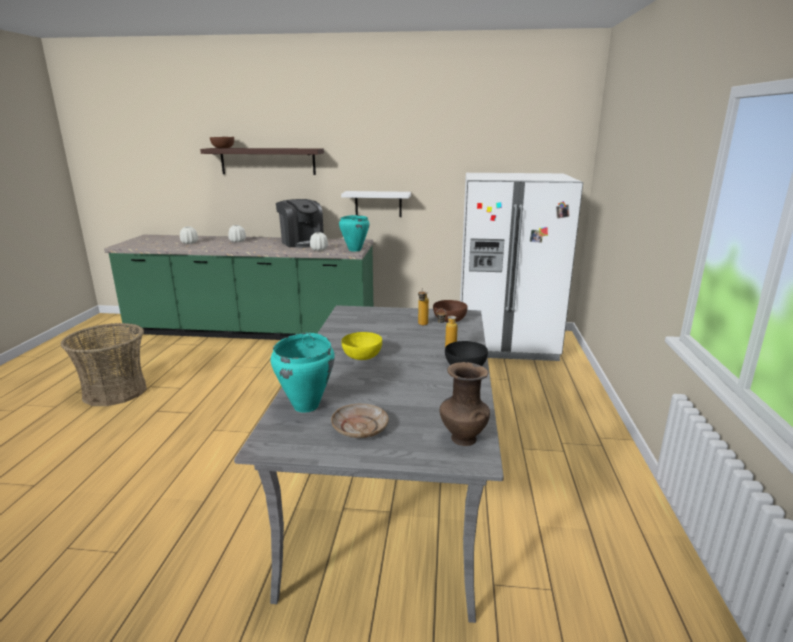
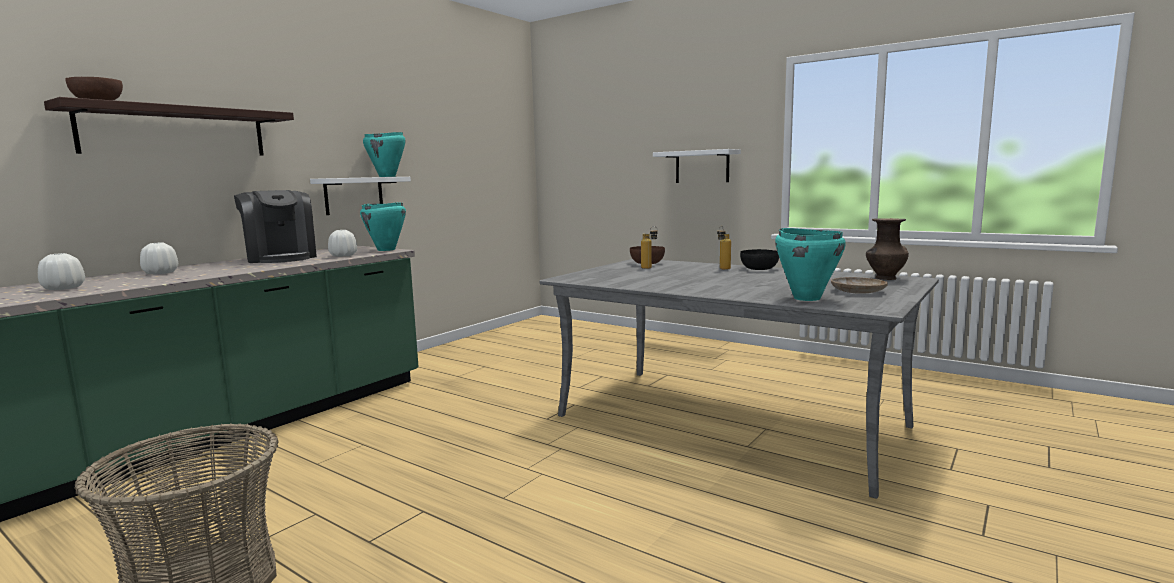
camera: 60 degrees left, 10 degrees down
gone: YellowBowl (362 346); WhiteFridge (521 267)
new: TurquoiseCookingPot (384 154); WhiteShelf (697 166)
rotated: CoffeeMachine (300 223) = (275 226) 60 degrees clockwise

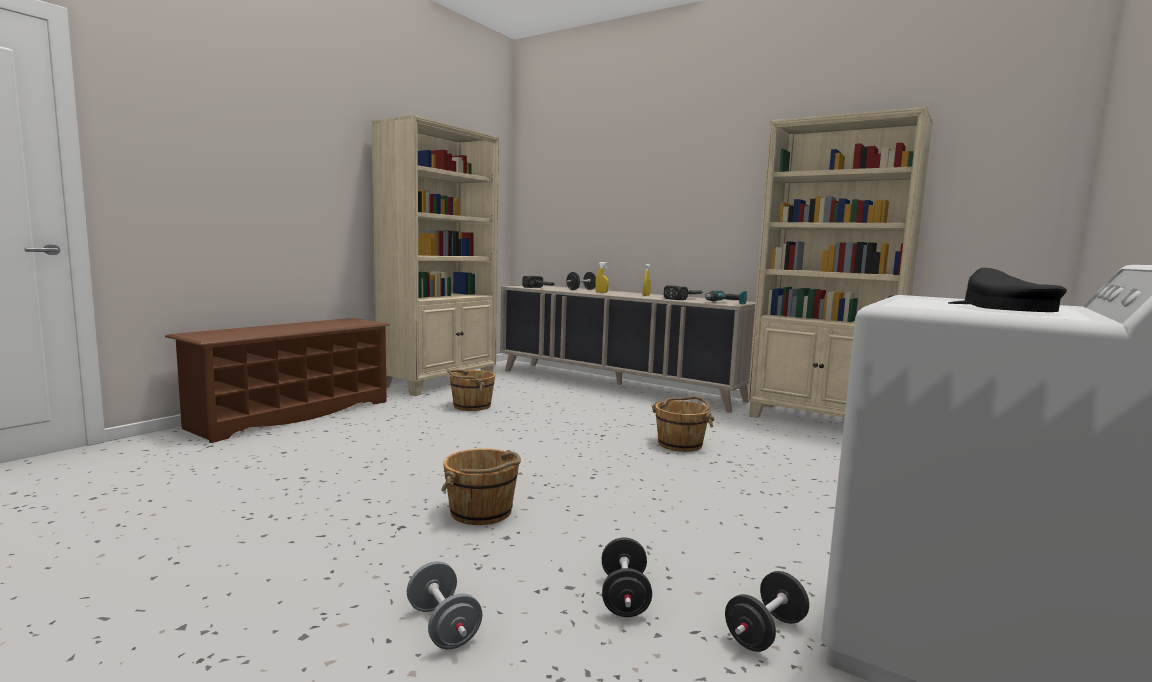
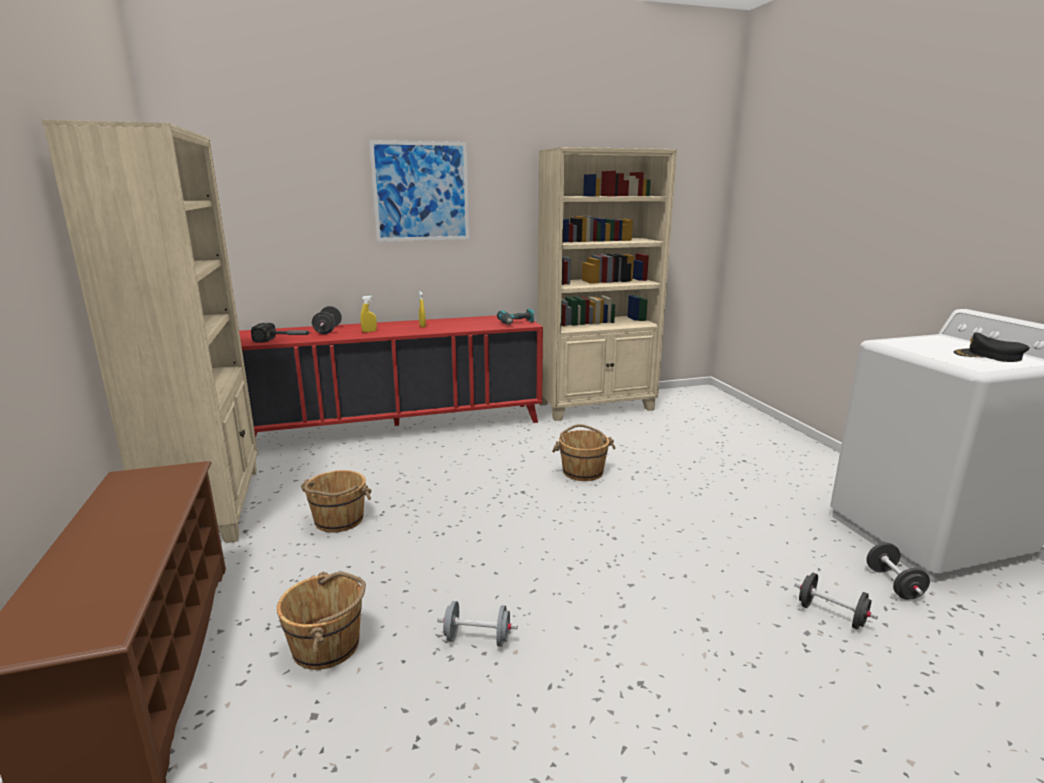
camera: 50 degrees left, 10 degrees up
gone: Hammer (683 293)
new: Picture (419 191)
shifted: GreyDumbbell (444 605) to (477 624); BrownBucket (481 487) to (321 621)
repainted: BeigeCabinet (627 349) to RedCabinet (391 376)

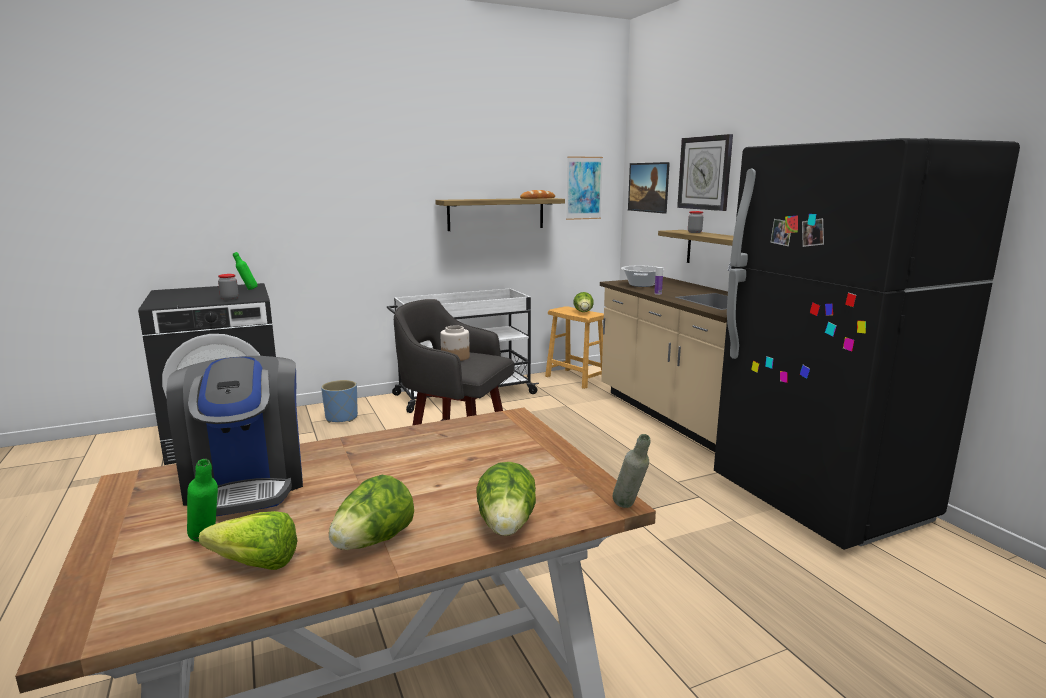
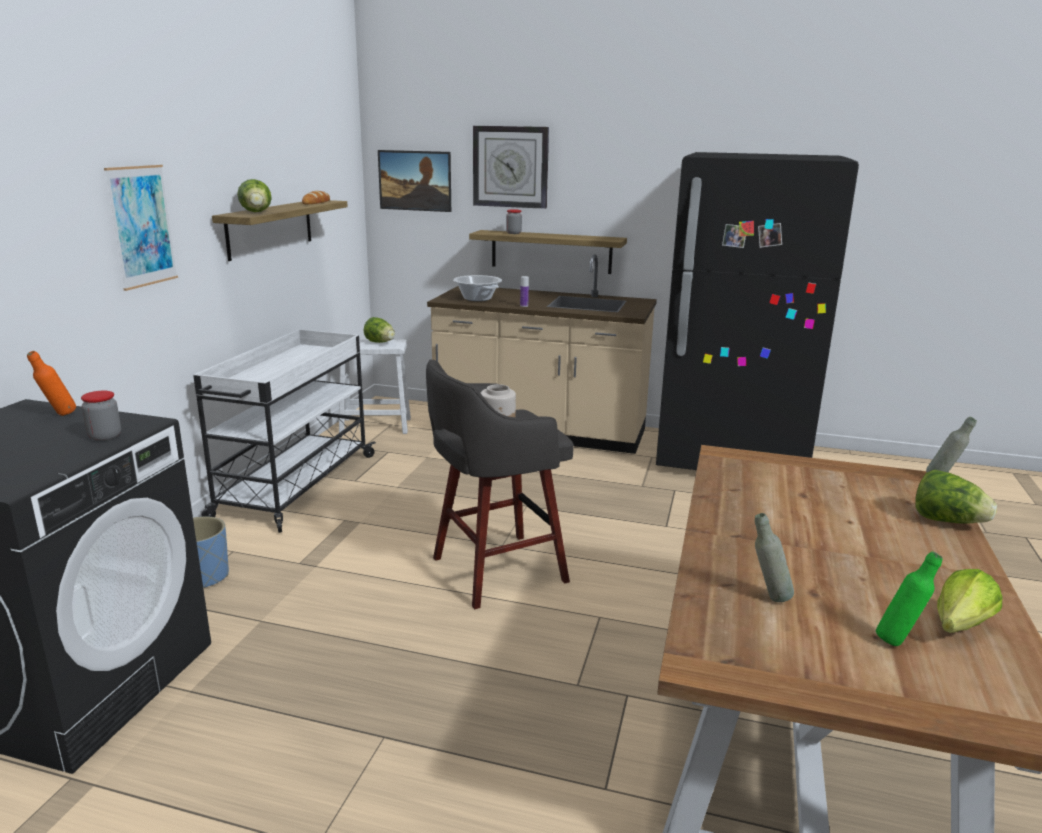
camera: 50 degrees left, 5 degrees up
shifted: Lettuce (371 512) to (254 195); Picture (584 188) to (141 228)
swapped: CoffeeMachine (234 436) to GreyBottle (774 557)
repainted: GreenBottle (245 271) to OrangeBottle (51 383); BrownStool (574 347) to WhiteStool (375 386)

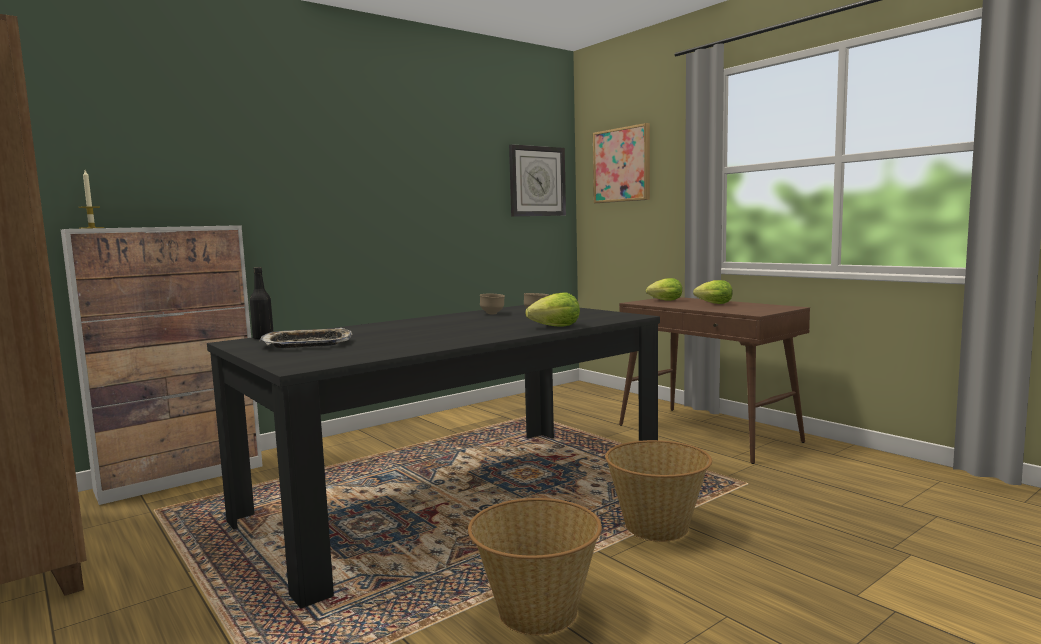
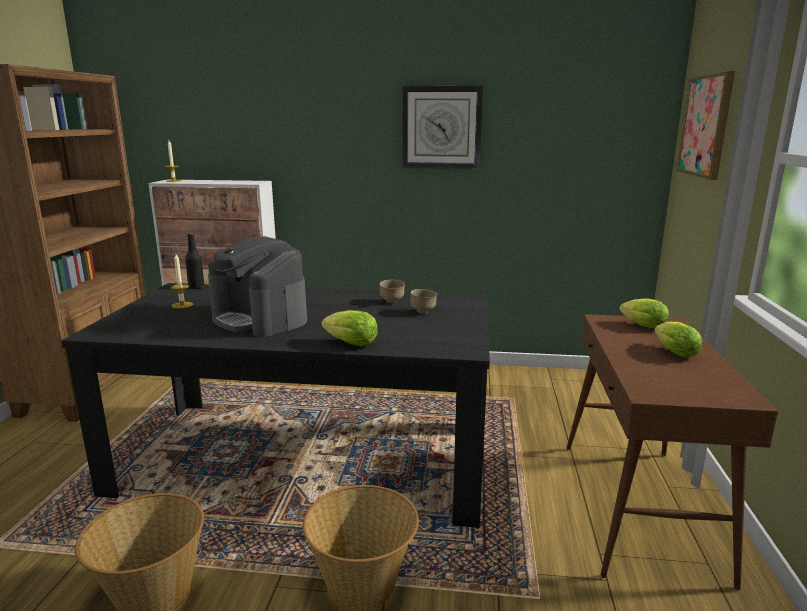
camera: 45 degrees right, 10 degrees up
new: CoffeeMachine (257 286)
shifted: WallClock (537 180) to (442 127)
swapped: Tray (306 338) to Candle (182 281)

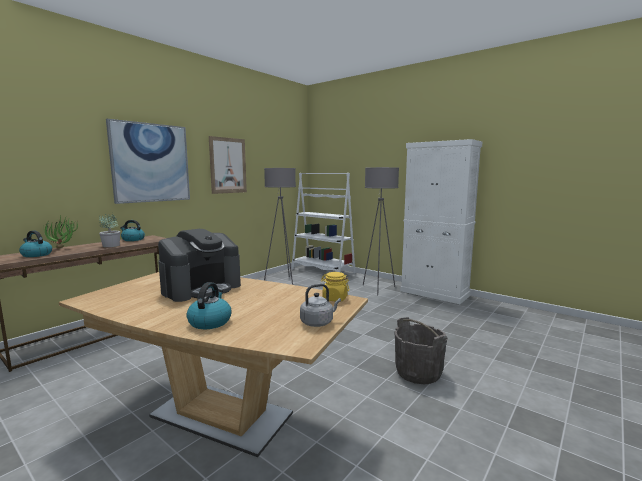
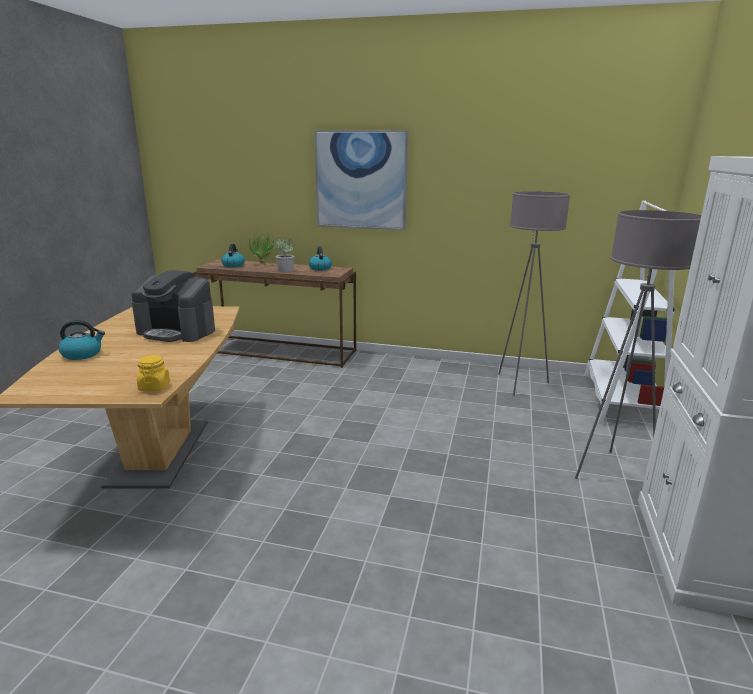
camera: 65 degrees right, 10 degrees up
gone: Picture (228 165); GreyKettle (320 305); GreyBucket (420 350)

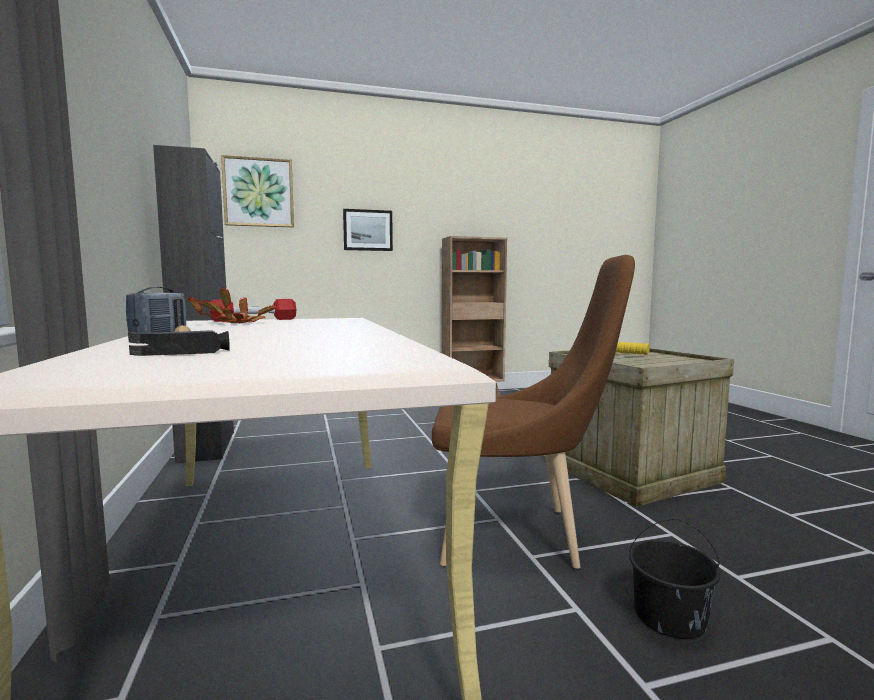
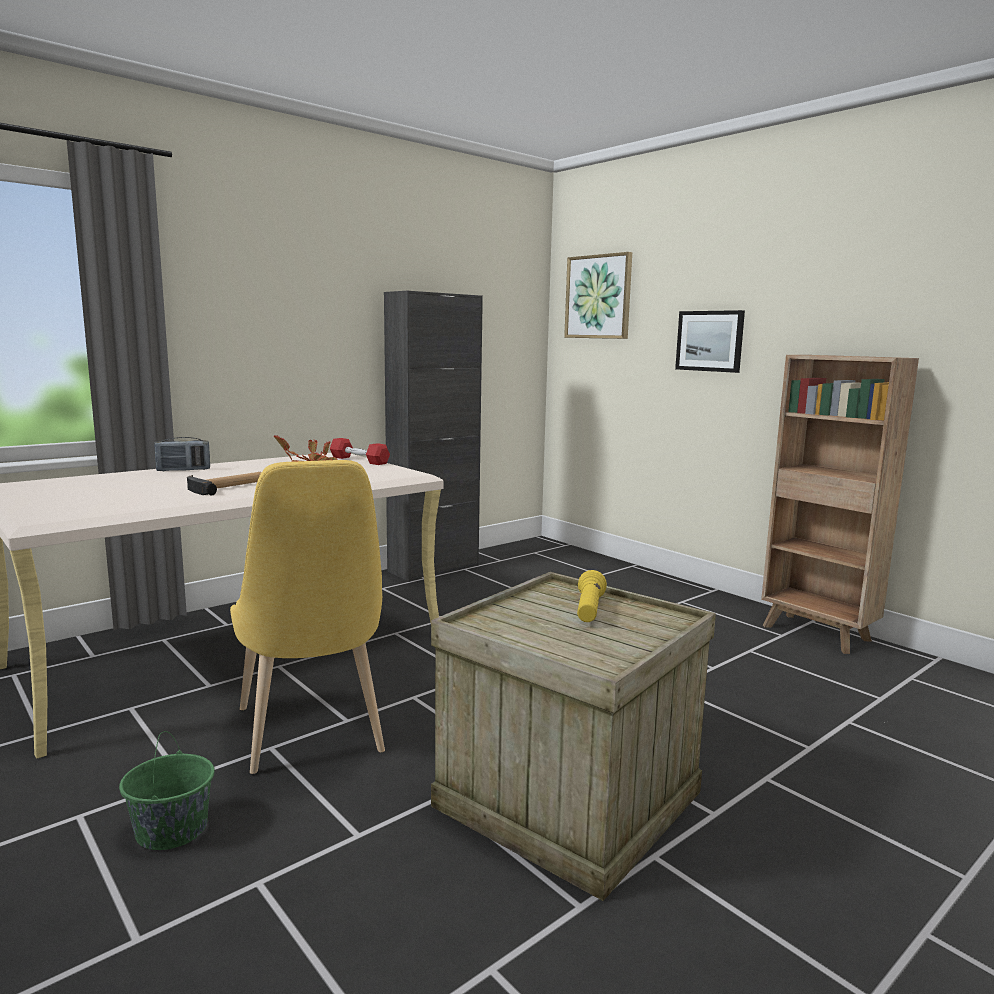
camera: 65 degrees right, 5 degrees up
shifted: Hammer (179 340) to (224 483)
repainted: BrownChair (533 412) to YellowChair (307 617); BlackBucket (675 579) to GreenBucket (167 790)

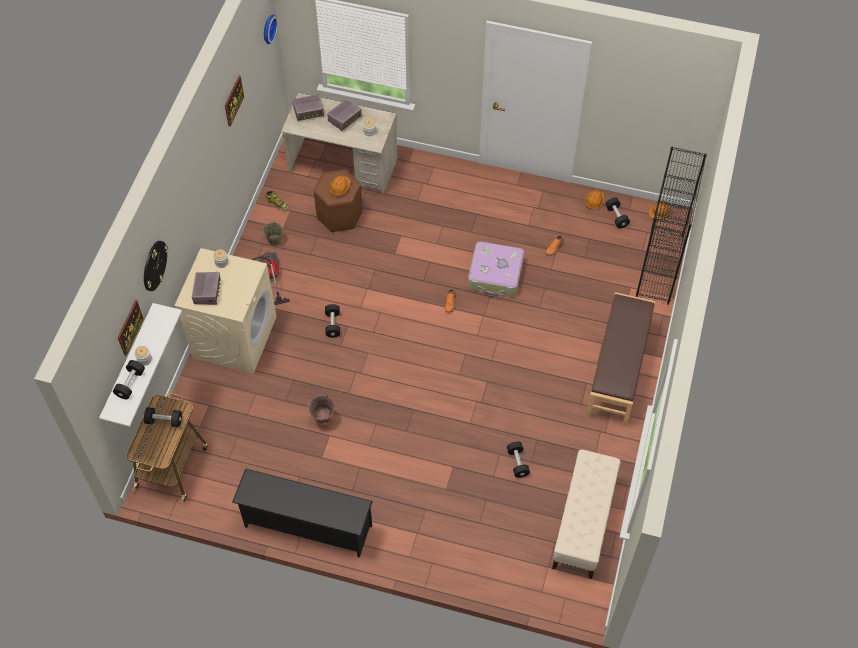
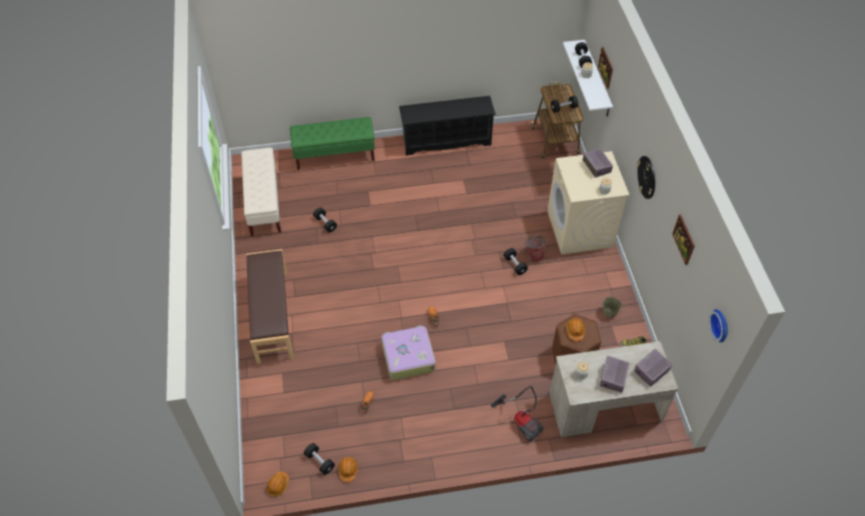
camera: 155 degrees right, 5 degrees down
gone: BlackBookcase (671 225)
new: GreenBench (332 143)
shifted: WallClock (156 266) to (646 177); VacuumCleaner (271 278) to (517 413); Bucket (321 409) to (536 248)

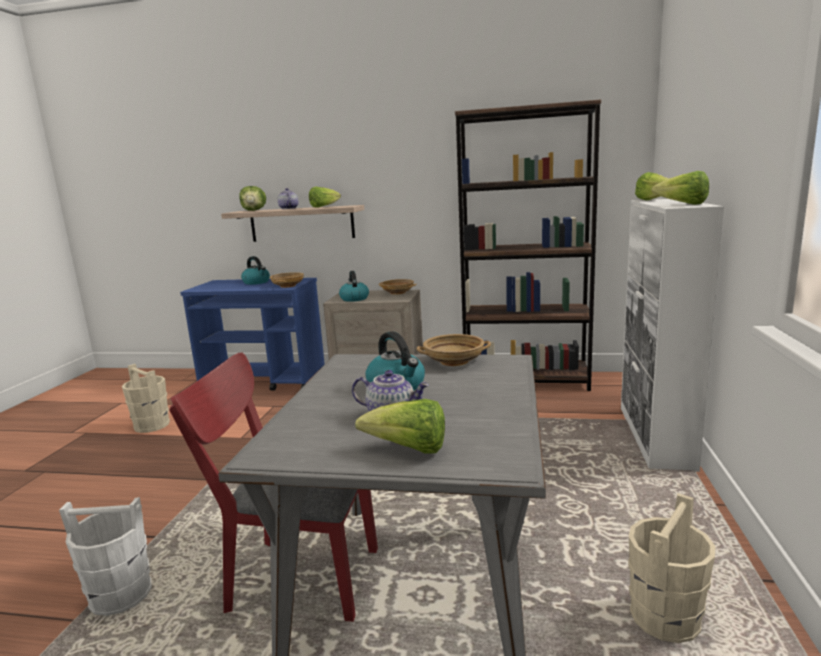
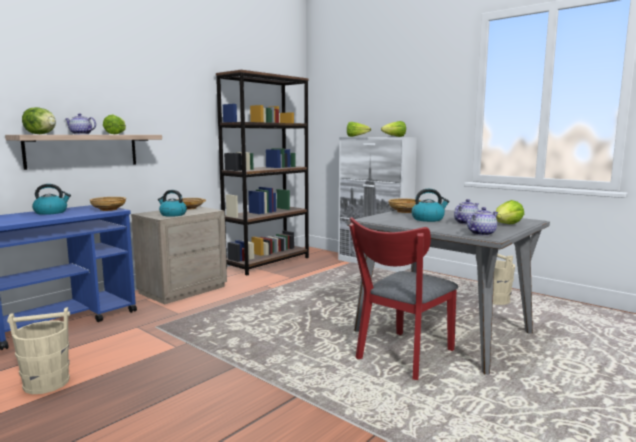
camera: 60 degrees left, 5 degrees down
gone: WhiteBucket (105 556)
new: Teapot (482 221)

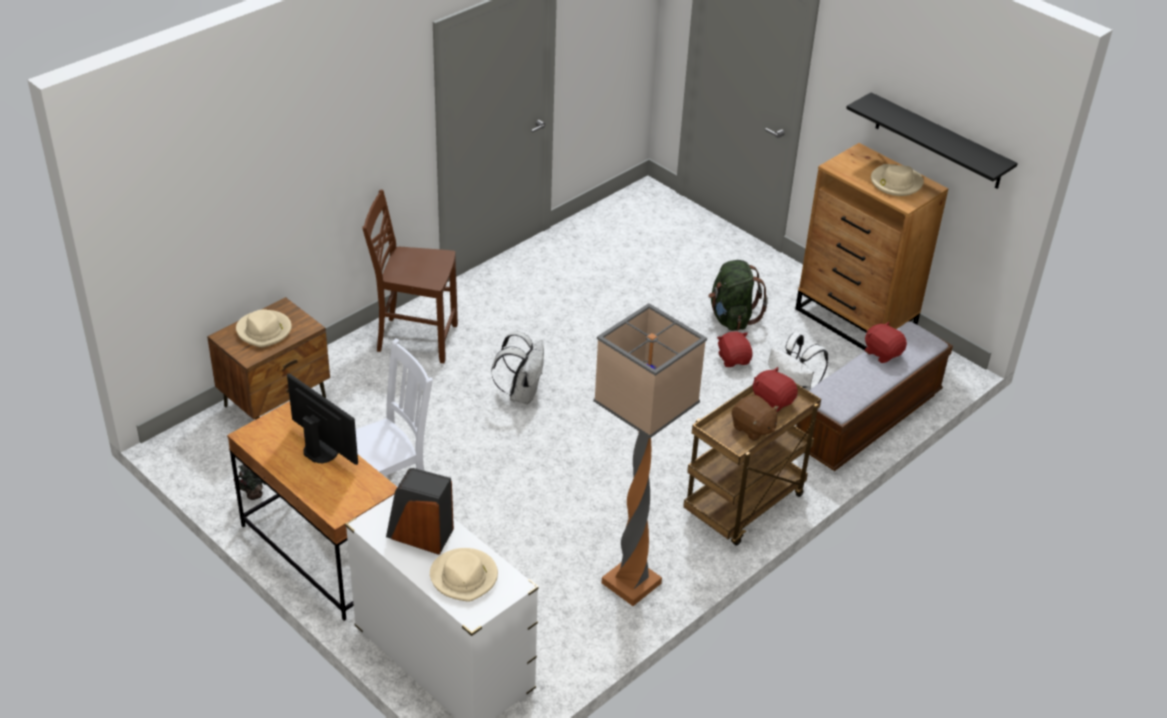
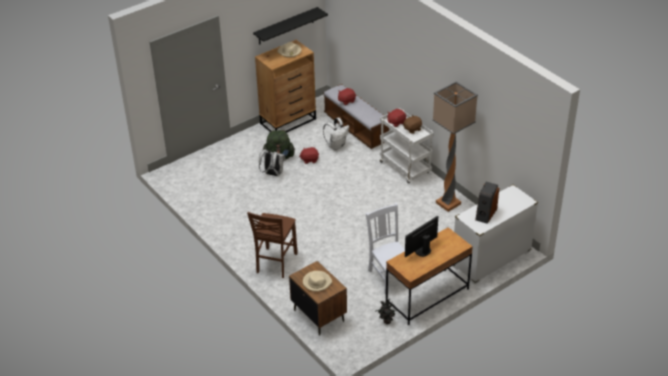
camera: 80 degrees left, 0 degrees up
gone: BeigeHat (464 575)
shifted: WhiteBackpack (517 367) to (272 162)
repainted: BrownCart (752 464) to WhiteCart (407 145)

